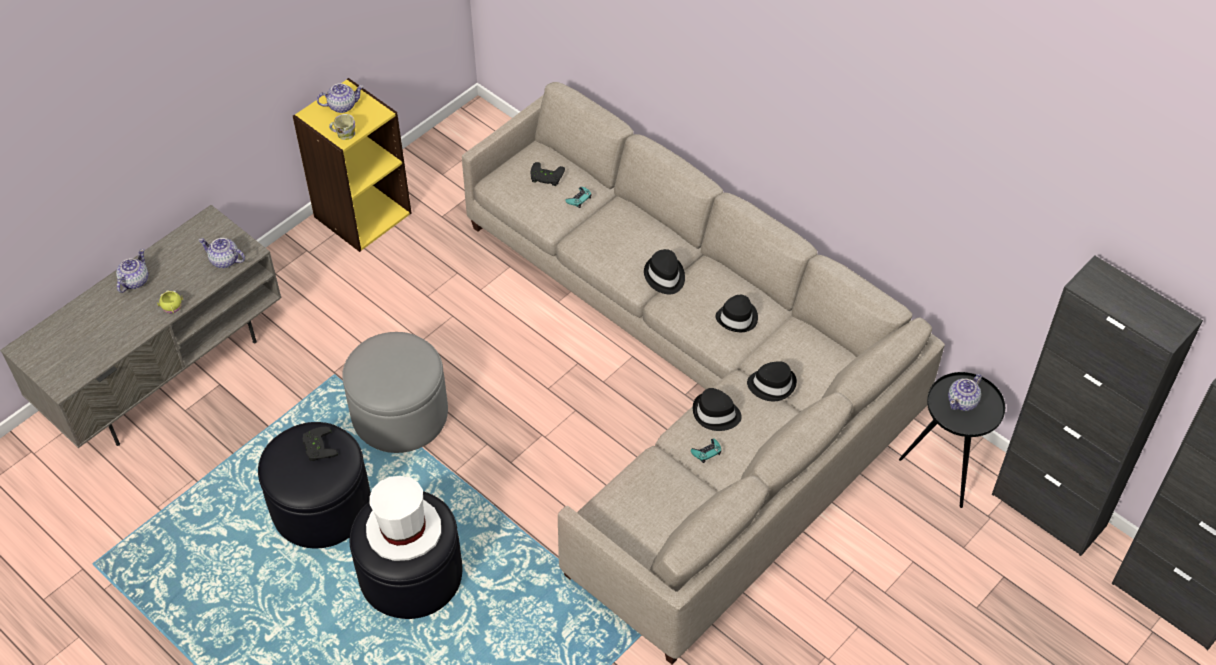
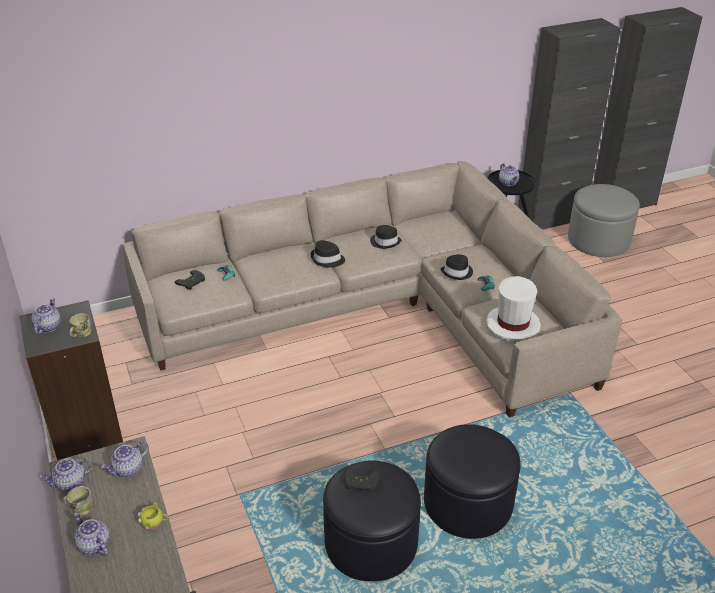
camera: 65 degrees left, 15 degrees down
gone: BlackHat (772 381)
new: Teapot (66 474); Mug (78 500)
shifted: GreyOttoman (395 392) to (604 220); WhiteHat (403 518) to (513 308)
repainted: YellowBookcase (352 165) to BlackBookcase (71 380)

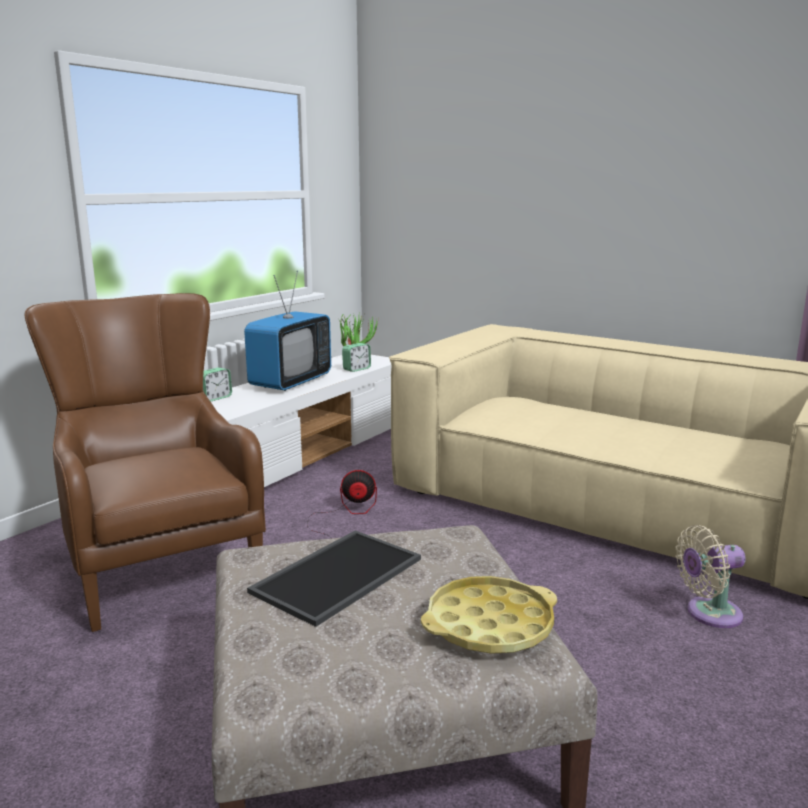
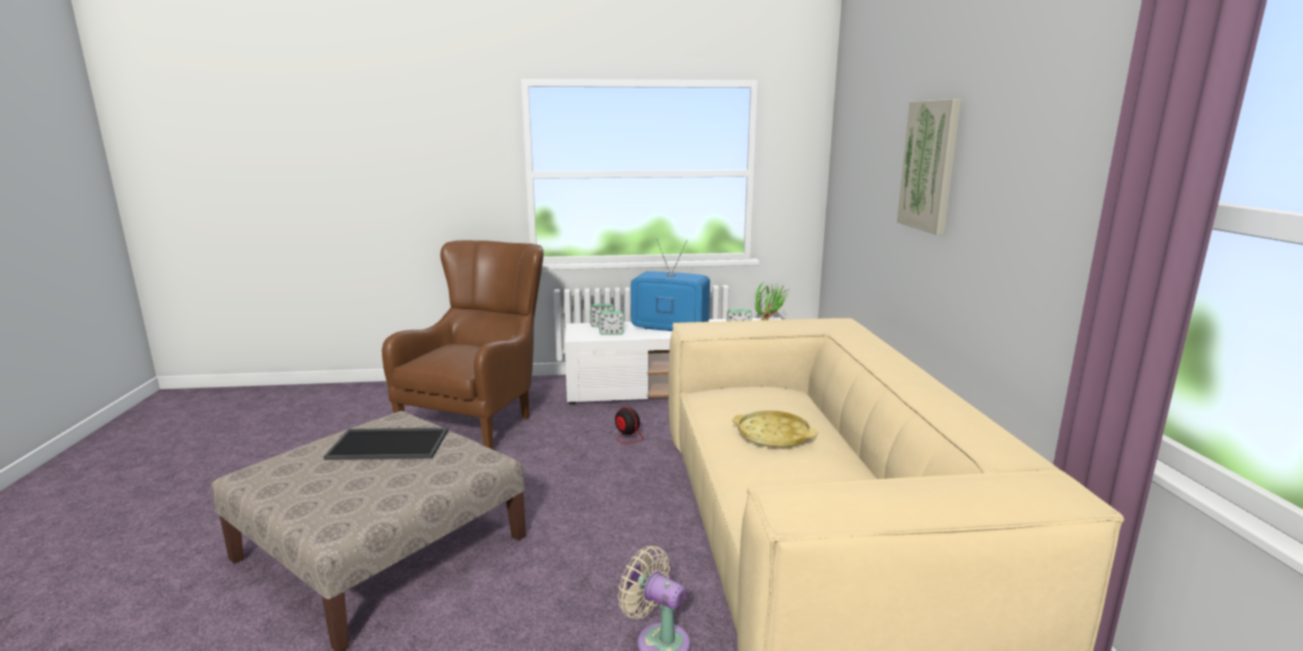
camera: 50 degrees right, 0 degrees up
new: AlarmClock (611 322); Picture (929 167)
shifted: YellowTray (489 615) to (775 429)
rotated: Television (287 331) = (670 284) 150 degrees counterclockwise

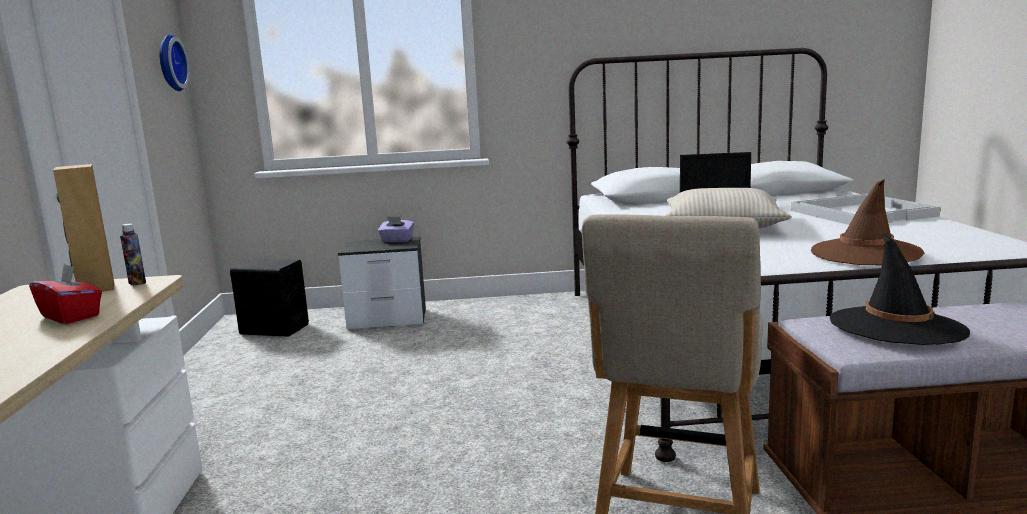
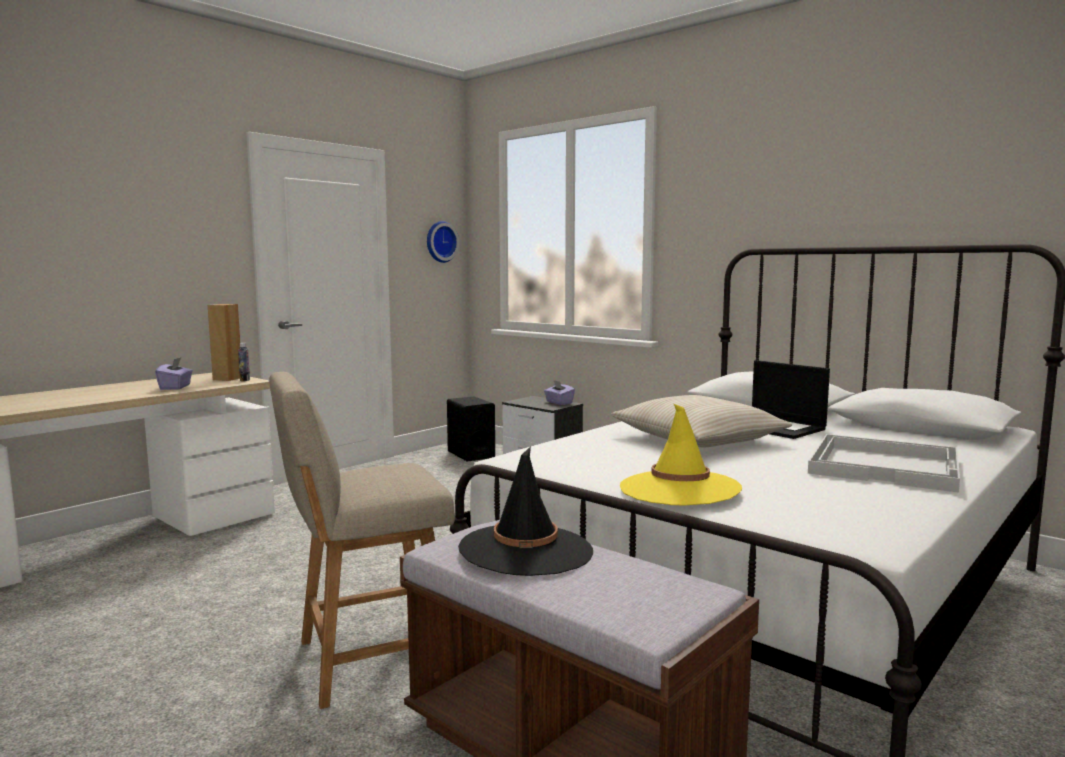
camera: 45 degrees right, 5 degrees down
repainted: RedTissueBox (65 293) to PurpleTissueBox (174 373); BrownHat (867 222) to YellowHat (681 455)

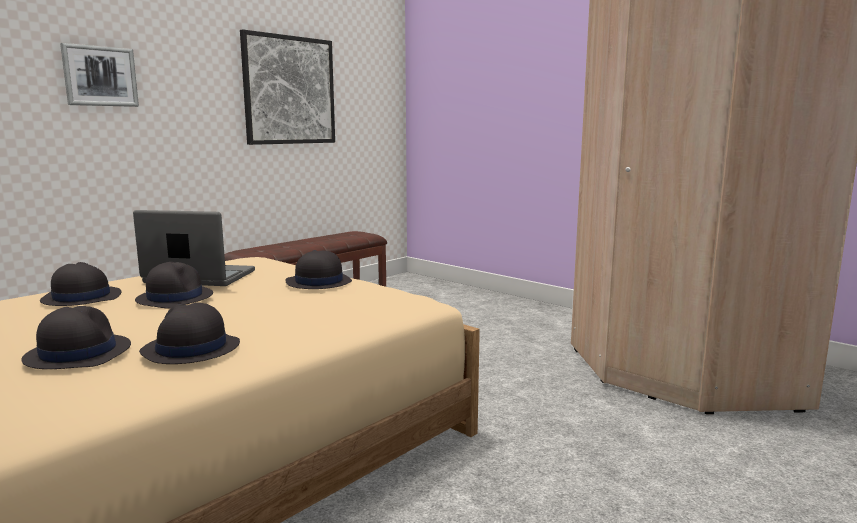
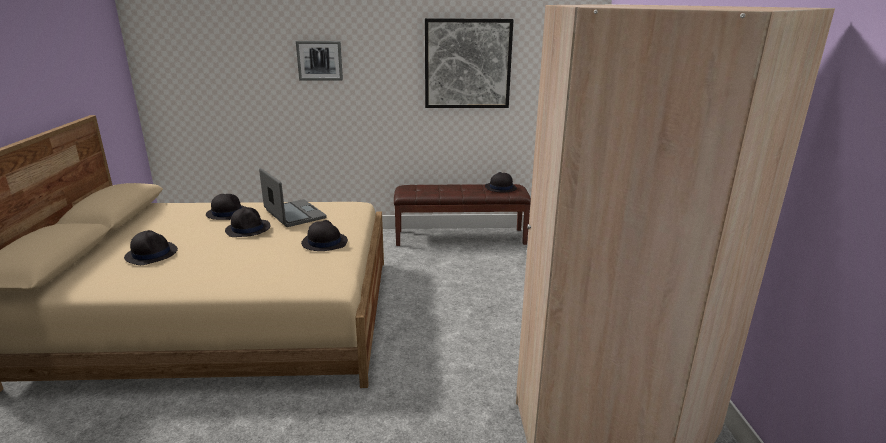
camera: 45 degrees right, 10 degrees up
shifted: BlackHat (189 333) to (501 182)

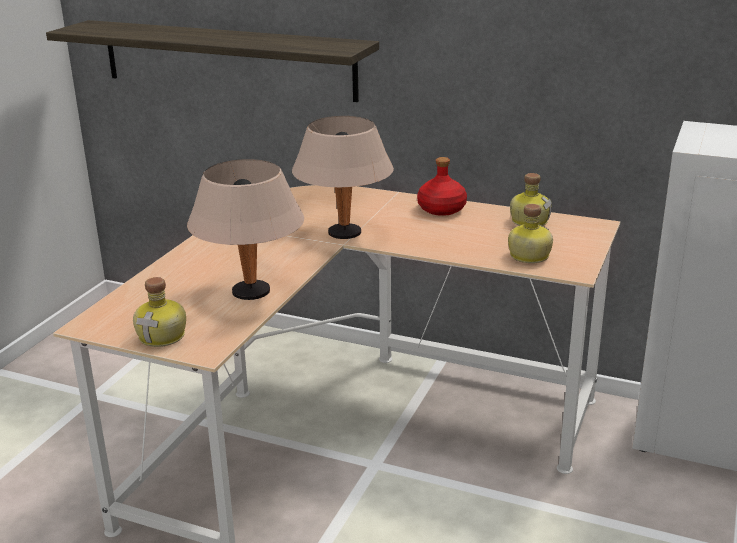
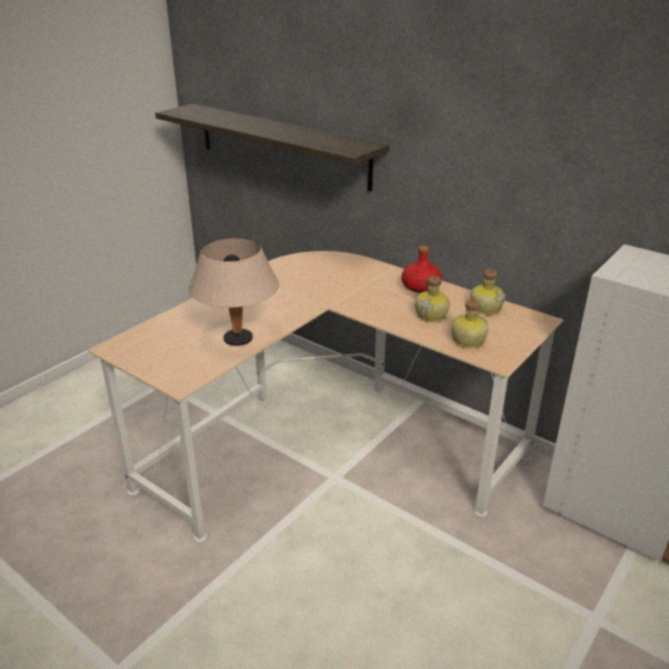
camera: 15 degrees right, 5 degrees up
gone: BeigeTableLamp (343 177)
shifted: Bottle (159 312) to (432 299)

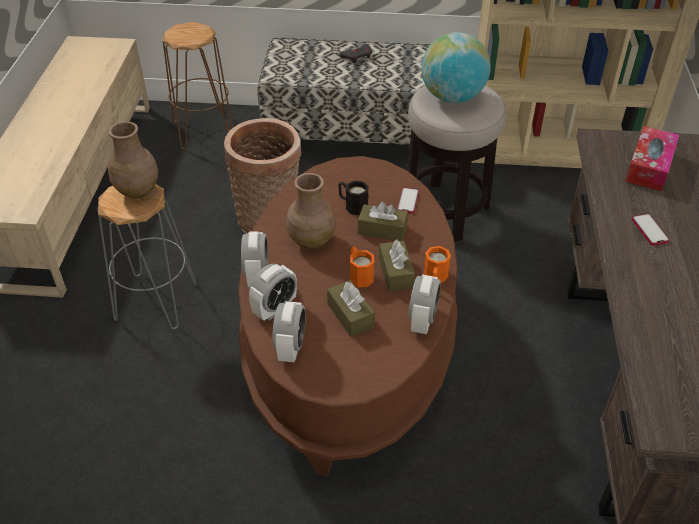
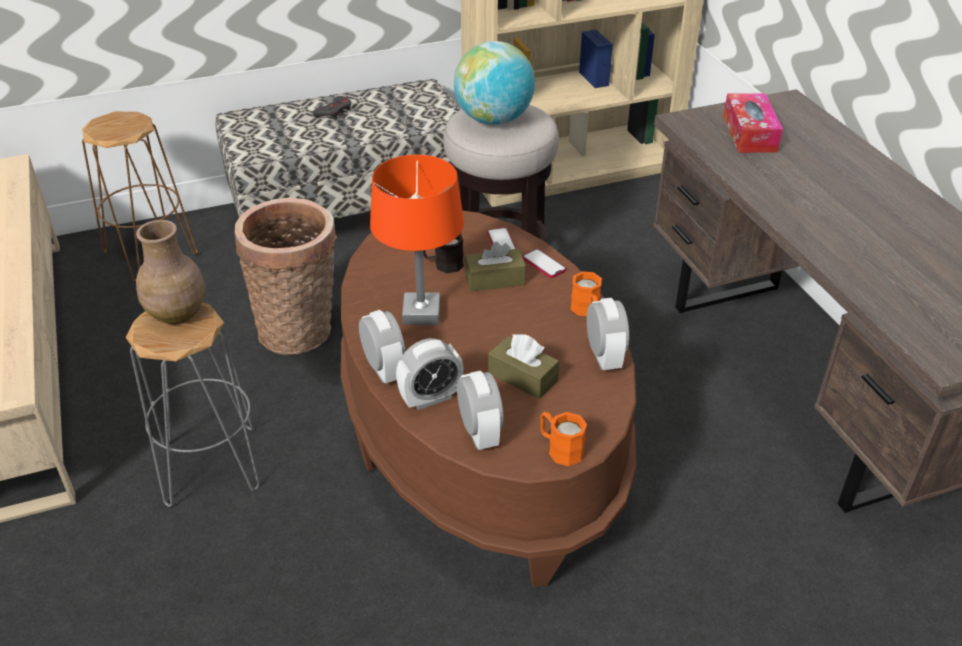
camera: 25 degrees left, 5 degrees down
gone: BrownTissueBox (397 265)
shifted: OrangeMug (362 266) to (563 439); Phone (651 230) to (544 263)
swapped: BrownVase (311 211) to OrangeTableLamp (417 239)
rotated: AlarmClock (273 292) = (429 374) 45 degrees clockwise

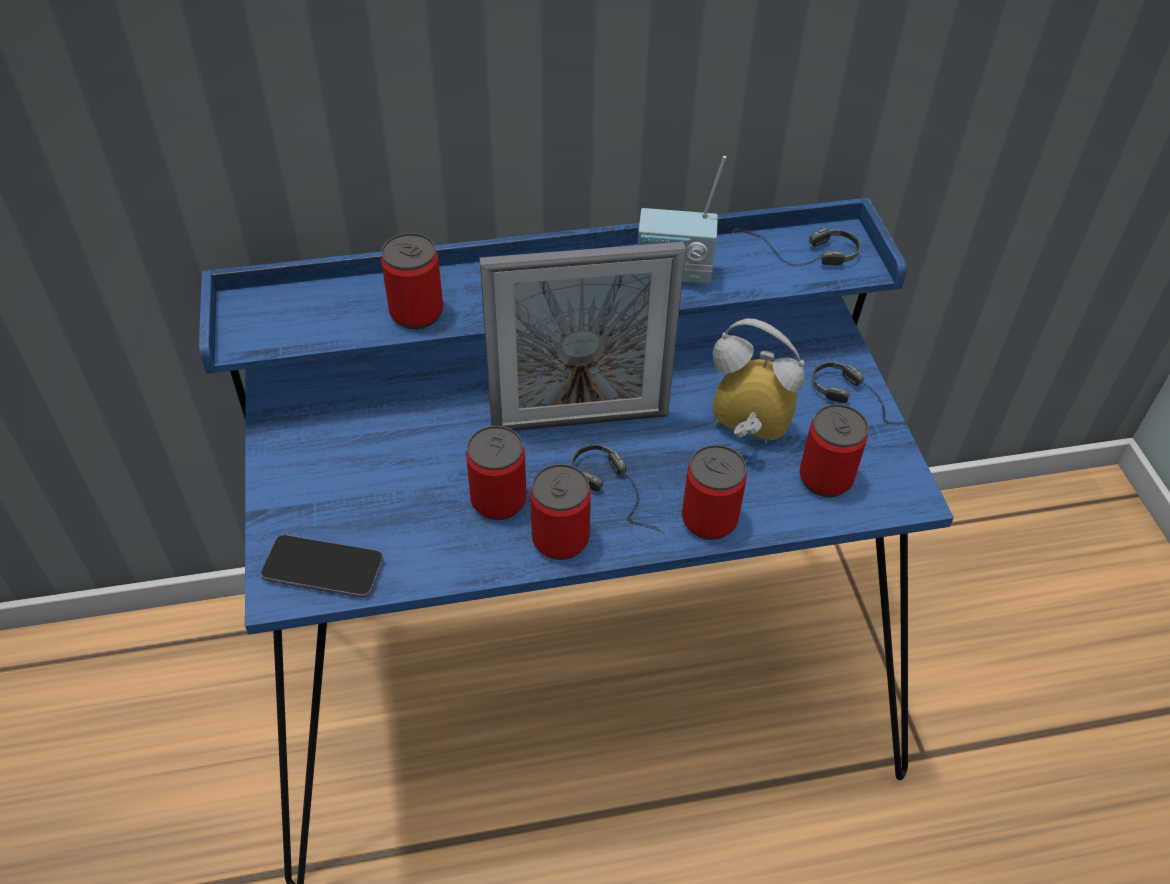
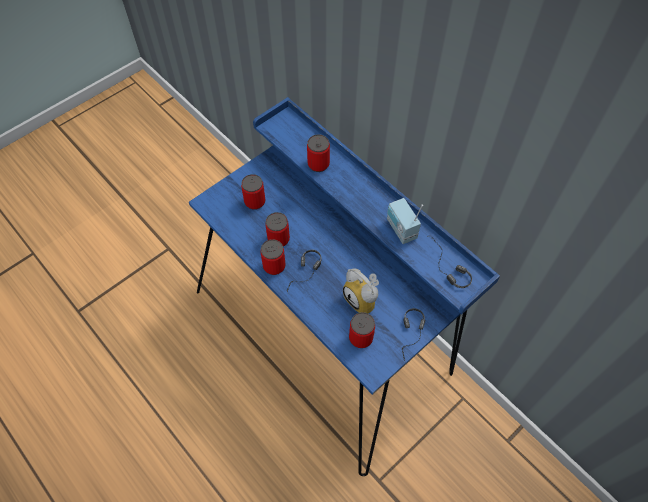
camera: 60 degrees right, 10 degrees up
gone: Phone (322 566); PictureFrame (582 336)
shifted: Can (714 492) to (253 192)
rotated: AlarmClock (759 381) = (361 290) 150 degrees clockwise

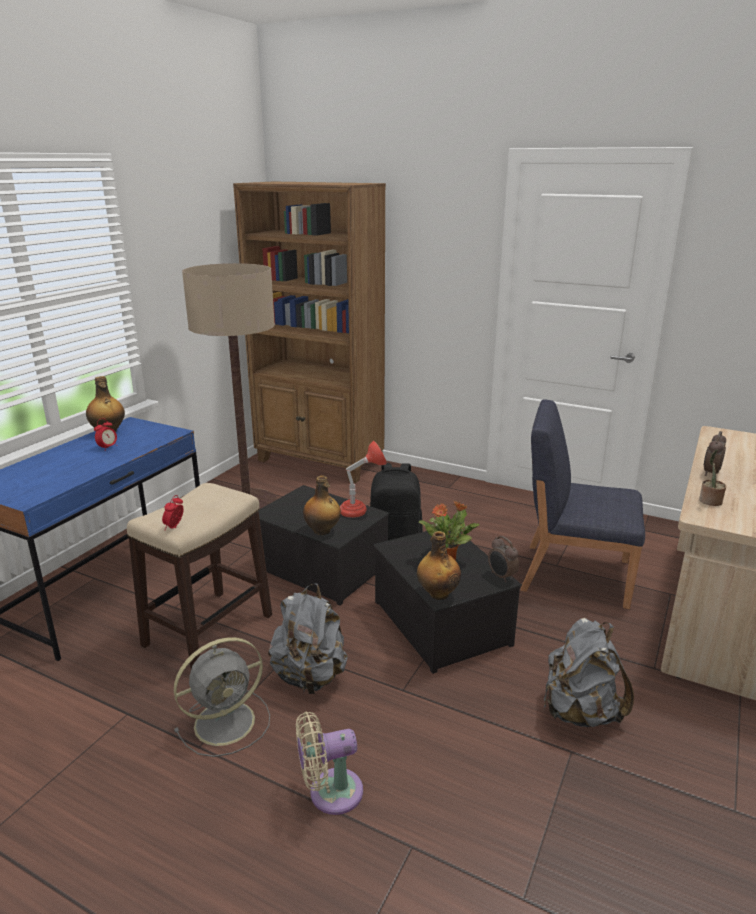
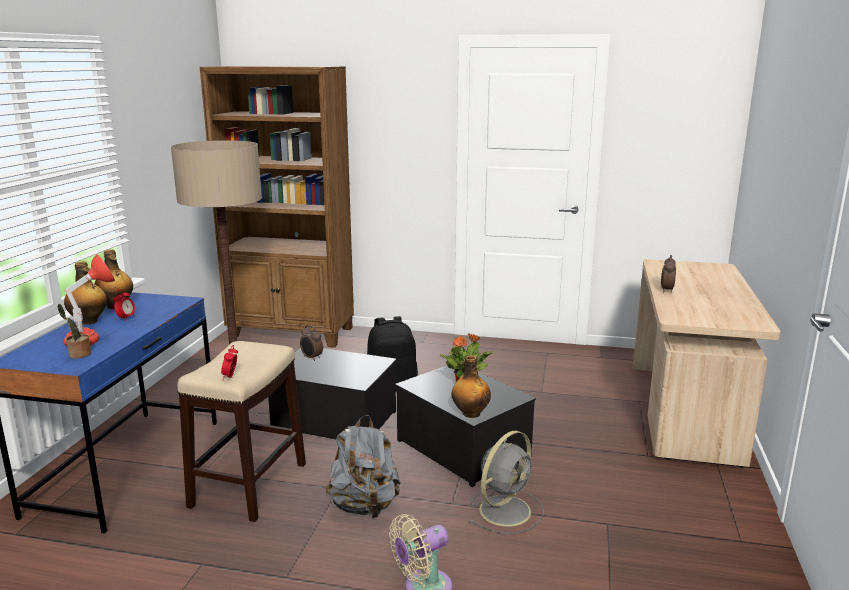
camera: 15 degrees left, 5 degrees down
gone: BlueChair (583 504); GreyBackpack (588 672)
shifted: GreyFan (222 697) to (506 482); Bottle (322 505) to (85 293); RedTableLamp (363 479) to (89 300); AlarmClock (503 559) to (311 343); PottedPlant (712 477) to (74 331)

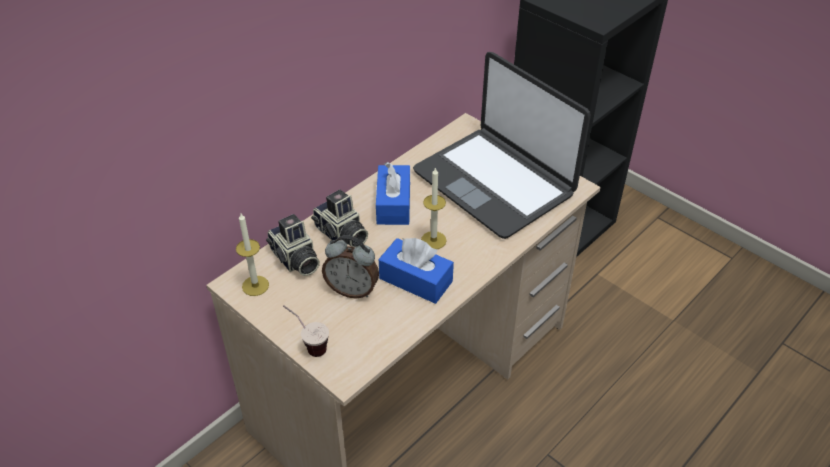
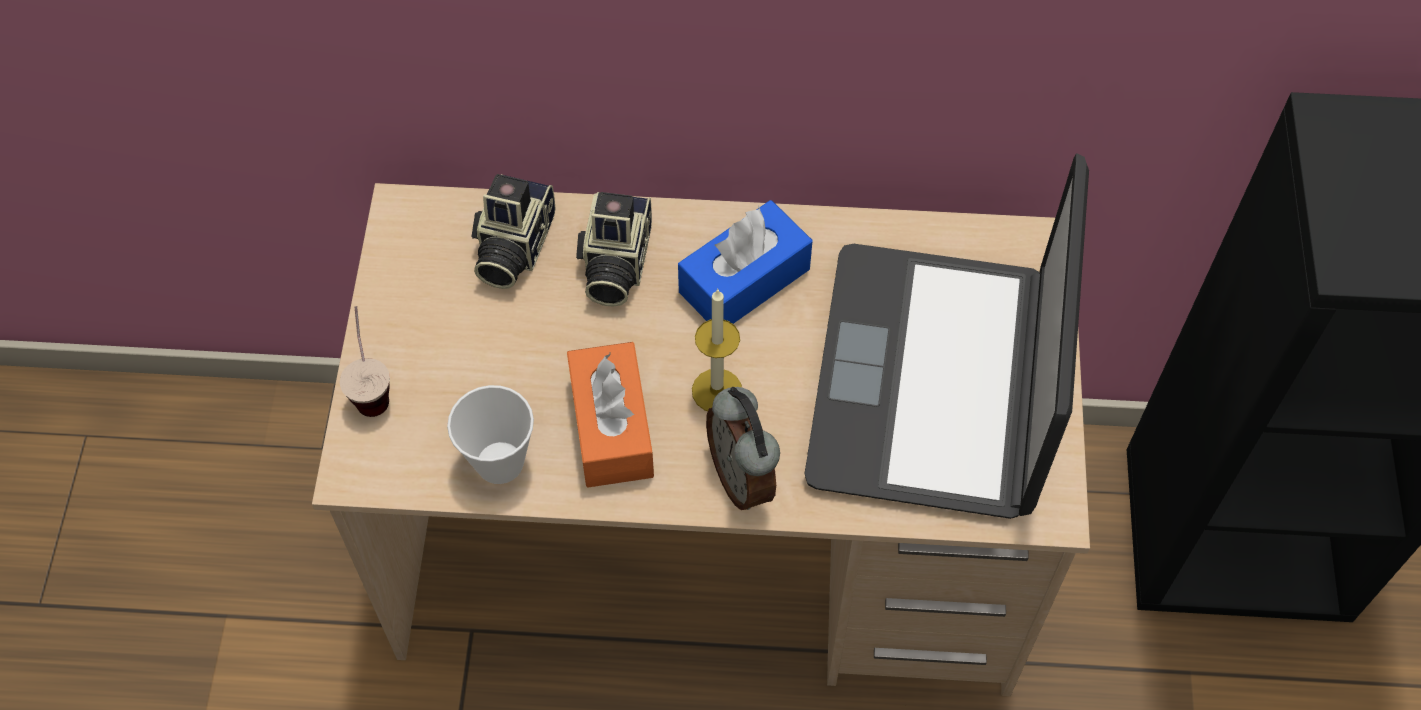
camera: 50 degrees right, 15 degrees up
gone: Candle (252 254)
new: Cup (490 434)
shifted: AlarmClock (350 267) to (743 448)
repainted: BlueTissueBox (416 271) to OrangeTissueBox (610 414)

